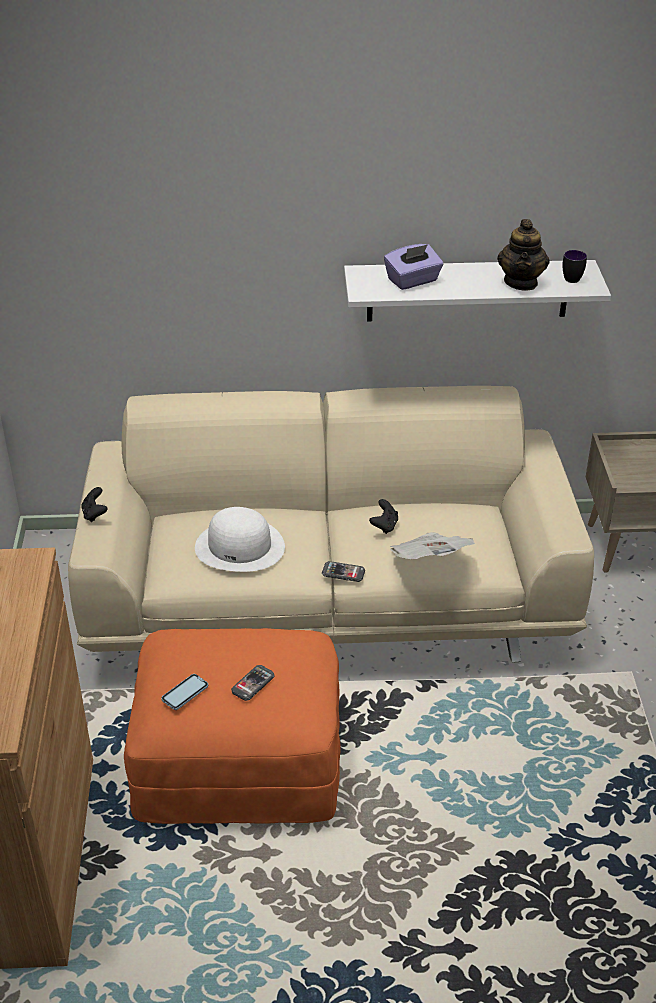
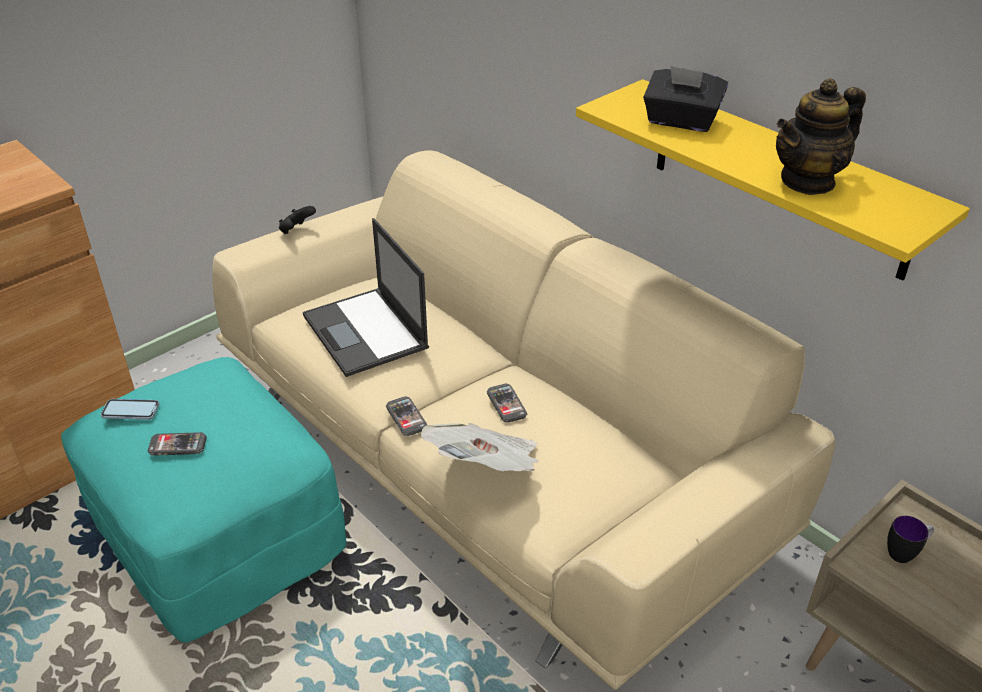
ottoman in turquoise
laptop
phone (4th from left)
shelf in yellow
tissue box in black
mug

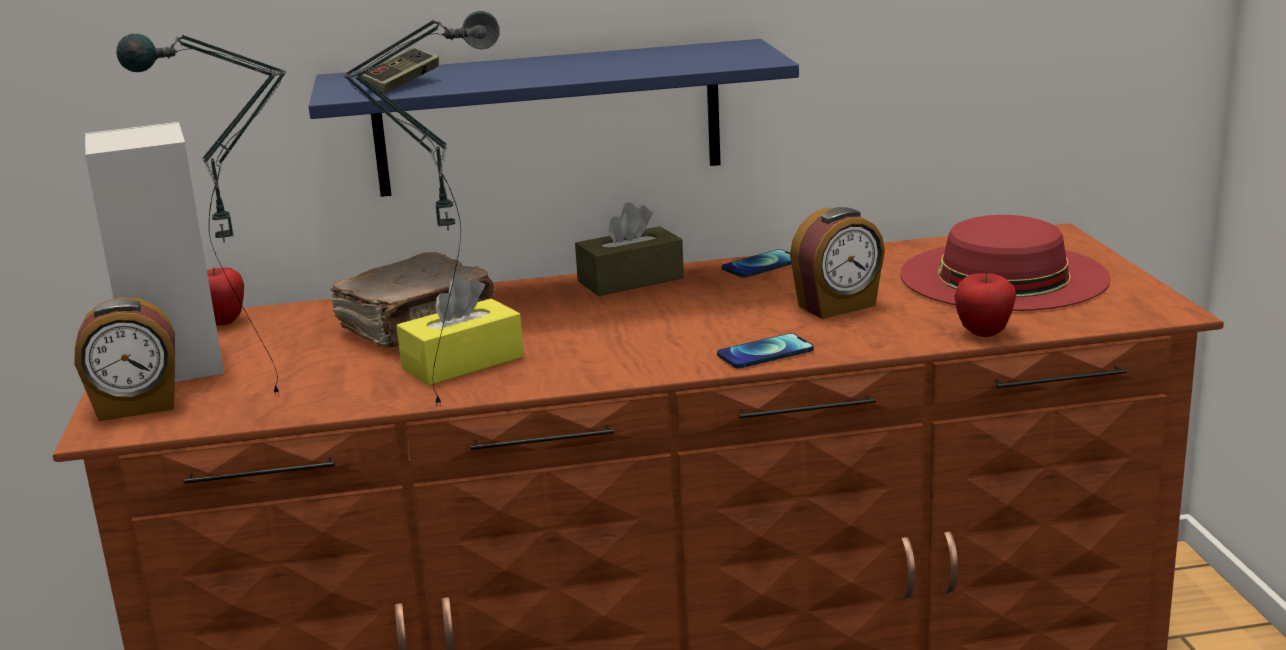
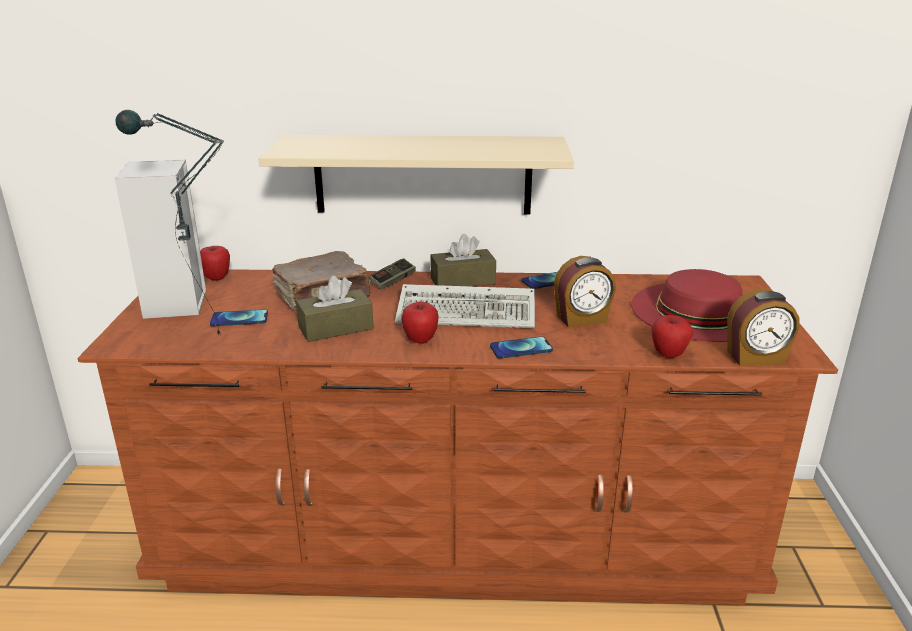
phone (1st from left)
shelf in beige
tissue box in brown (1st from left)
game controller
keyboard
apple (2nd from left)
alarm clock (2nd from left)
table lamp (2nd from left in the first image)

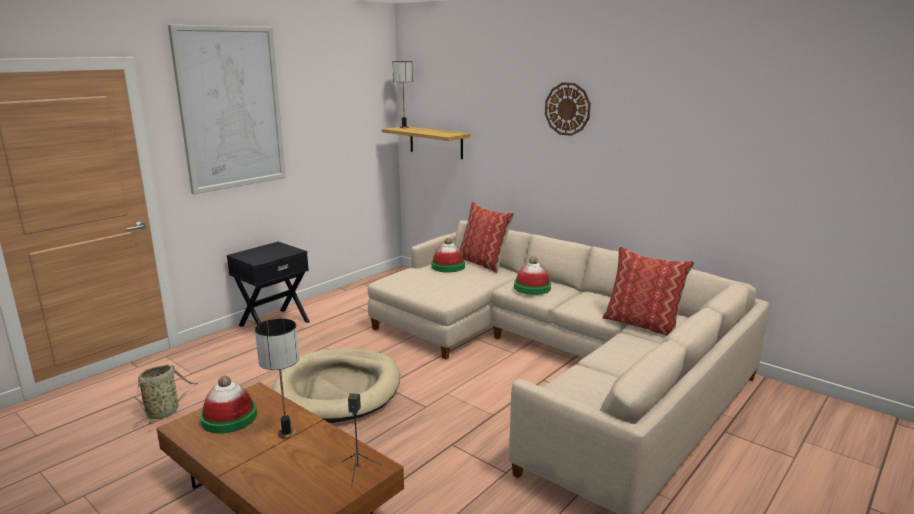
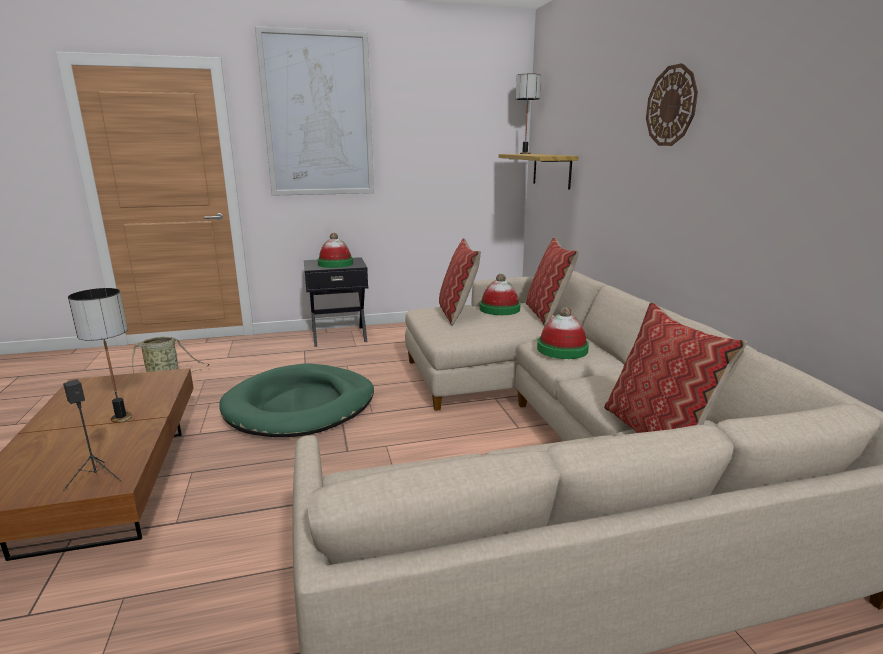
dog bed in green
hat (1st from left)
pillow (1st from left)

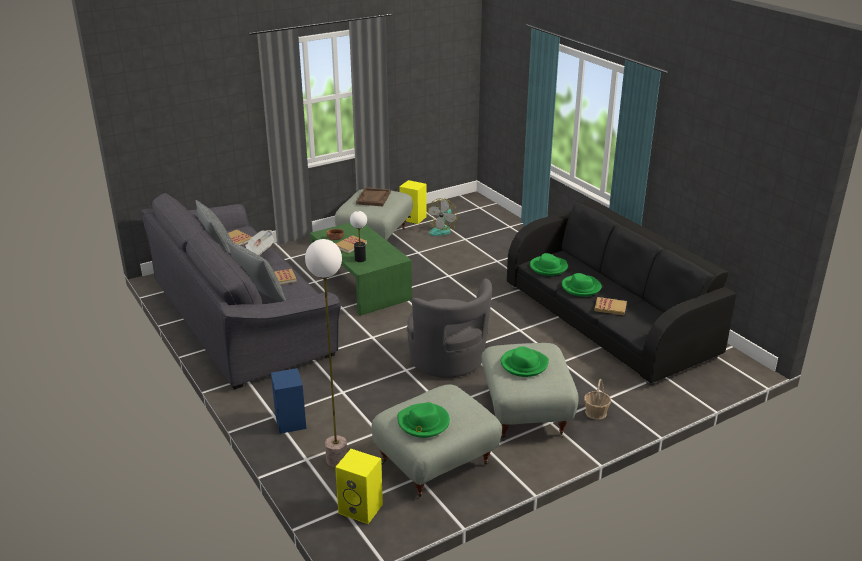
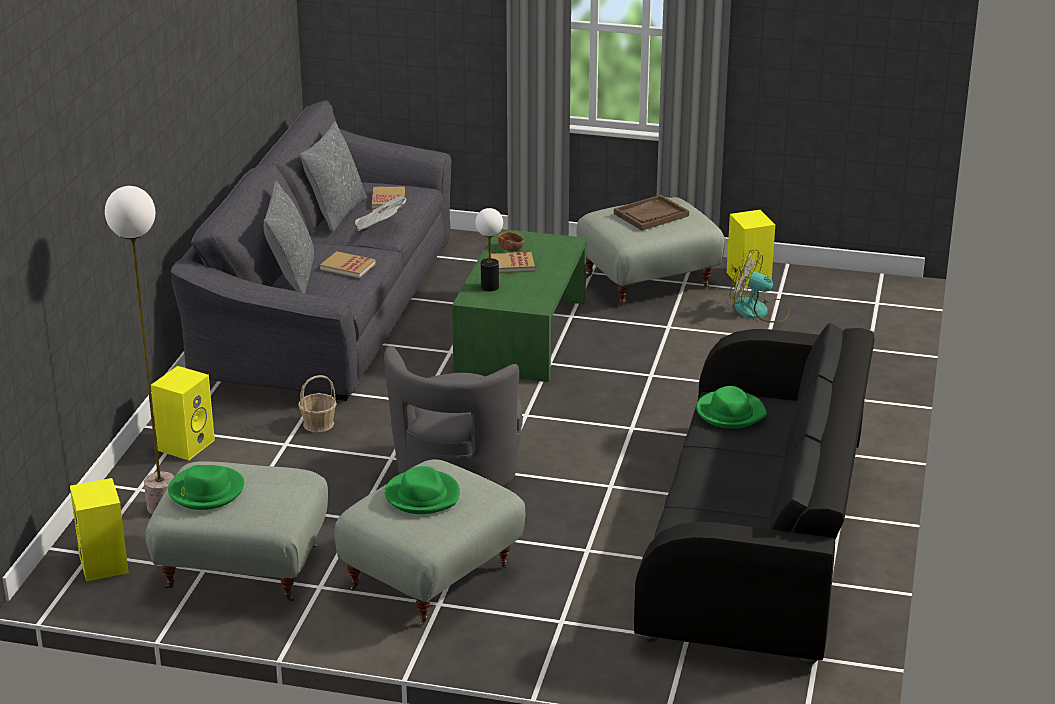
speaker in yellow (2nd from left)
basket
fan
hat in green (4th from left in the first image)
book (4th from left in the first image)

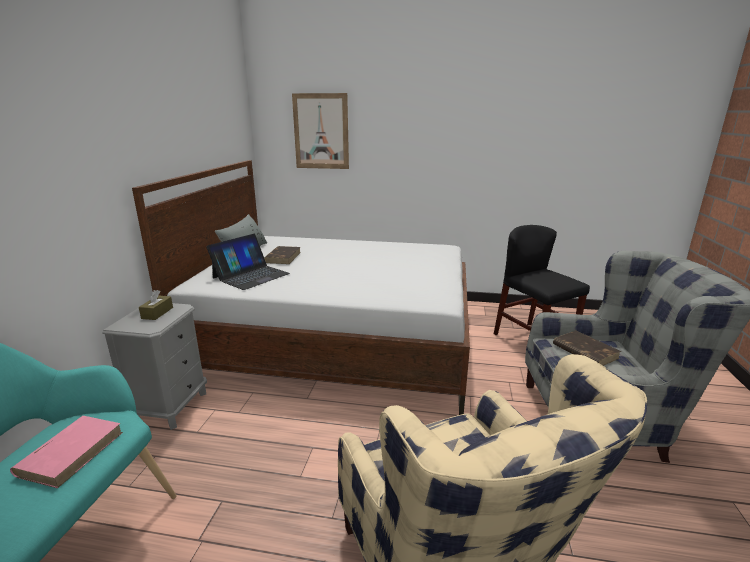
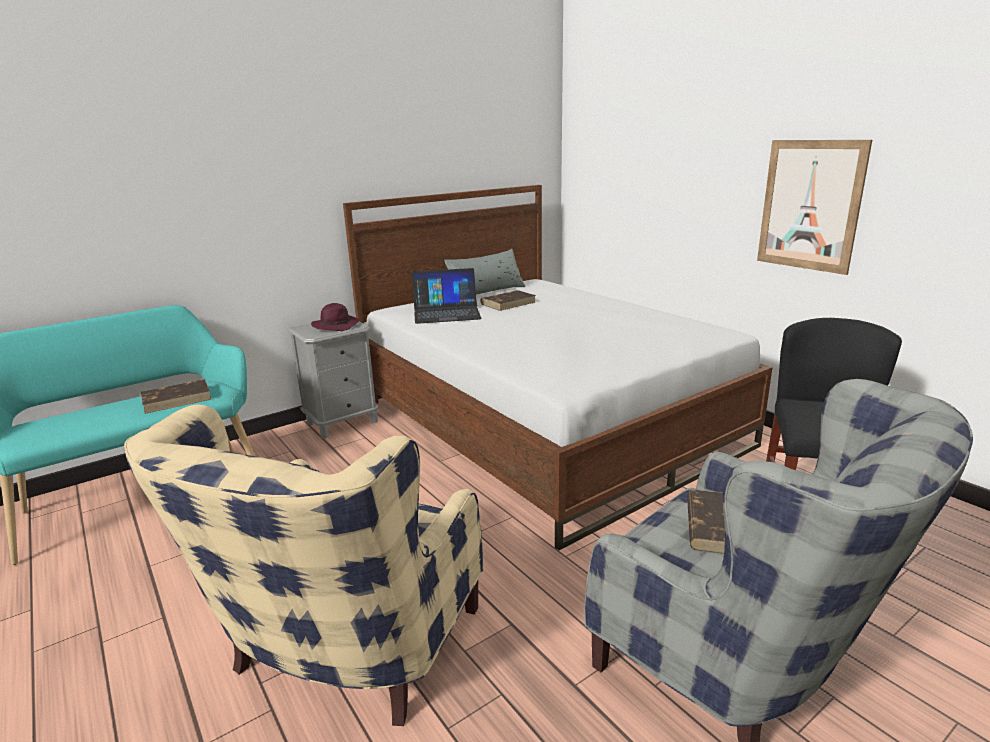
book in brown (1st from left)
hat in purple
picture

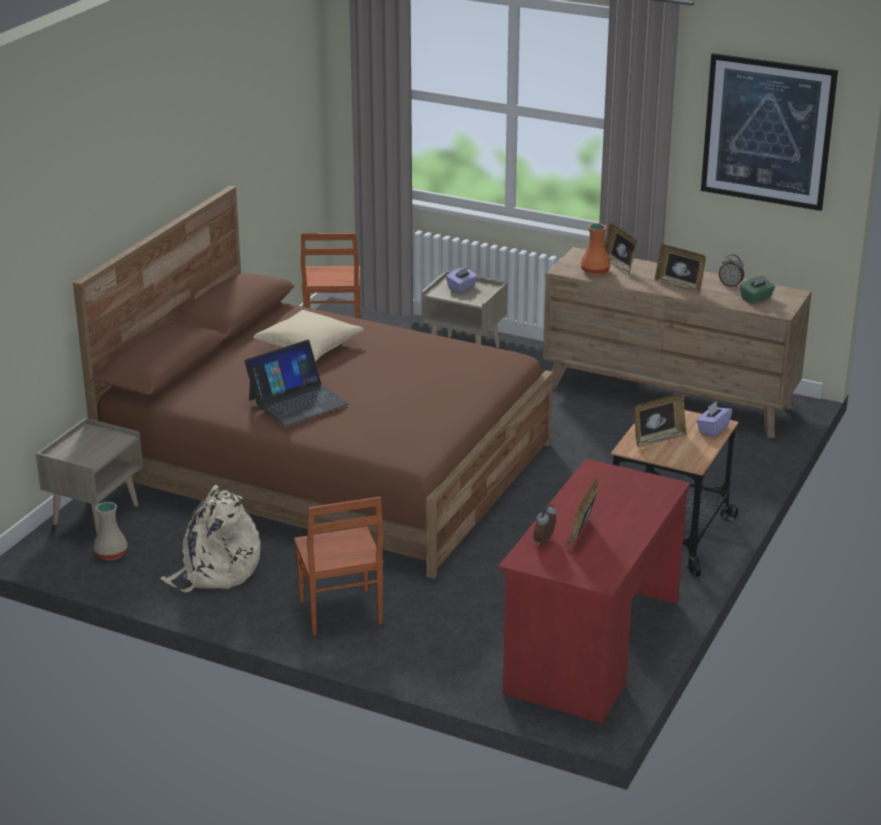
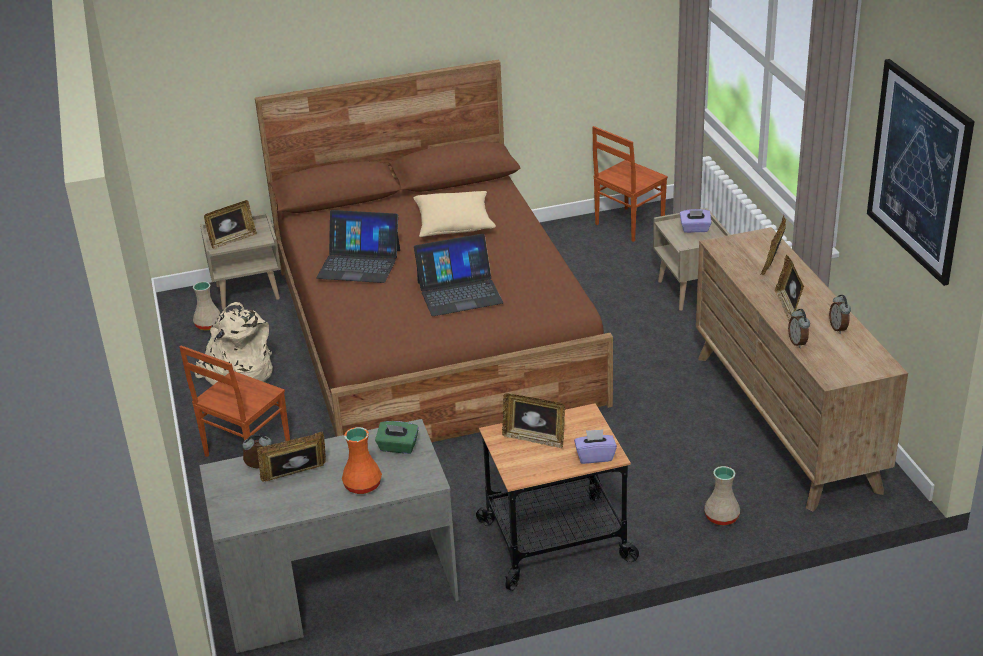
desk in grey
picture frame (1st from left)
vase in orange
tissue box in green
laptop (2nd from left)
vase in beige (2nd from left)
alarm clock (2nd from left)

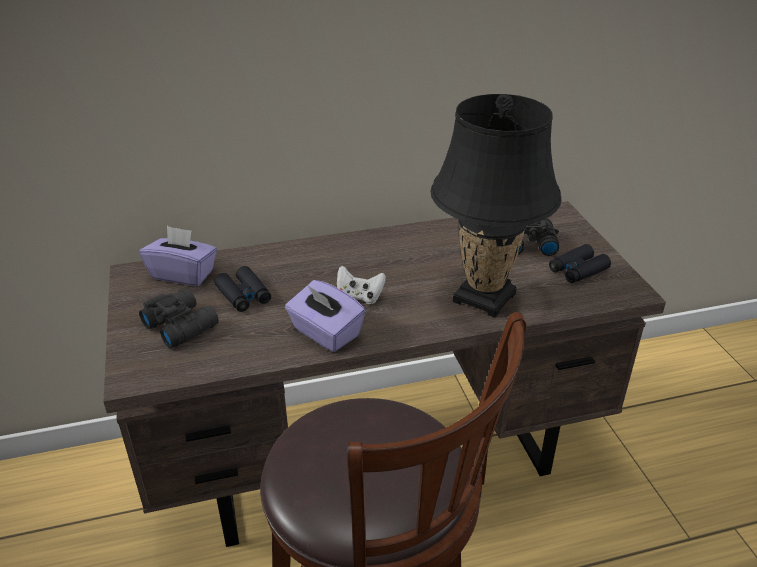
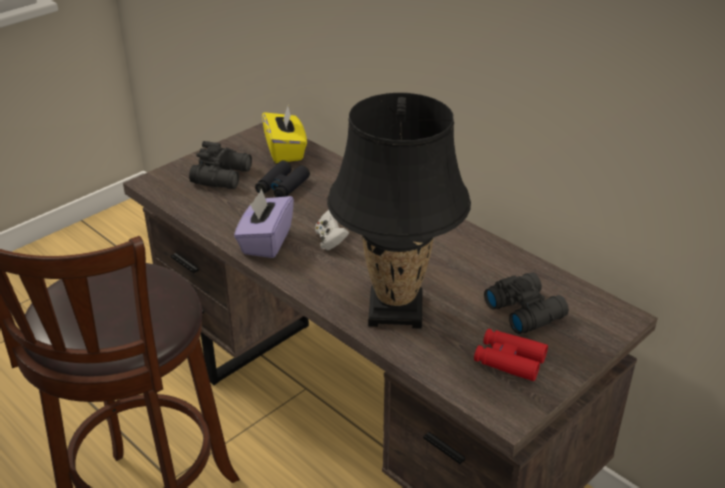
tissue box in yellow
binoculars in red

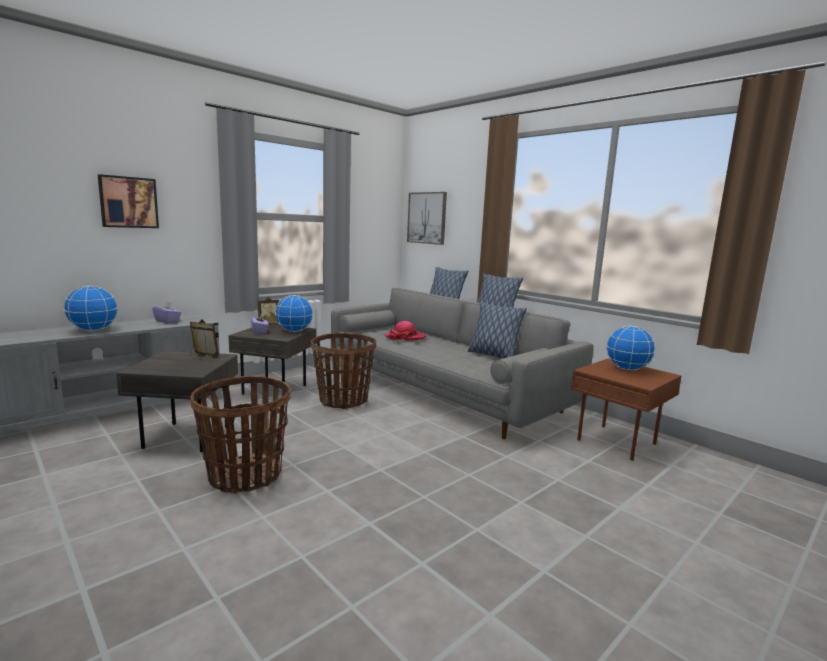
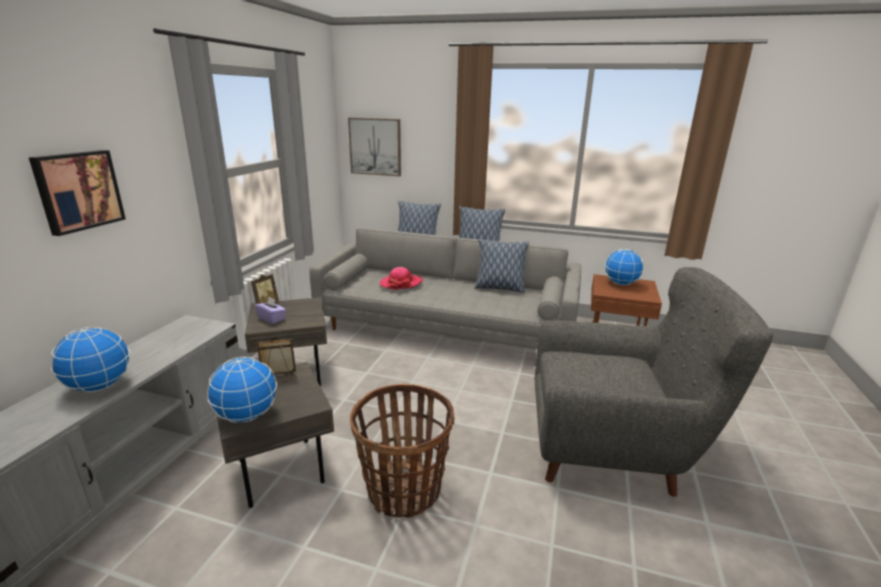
globe (2nd from left)
armchair in grey
tissue box in purple (1st from left in the first image)
basket (2nd from left in the first image)

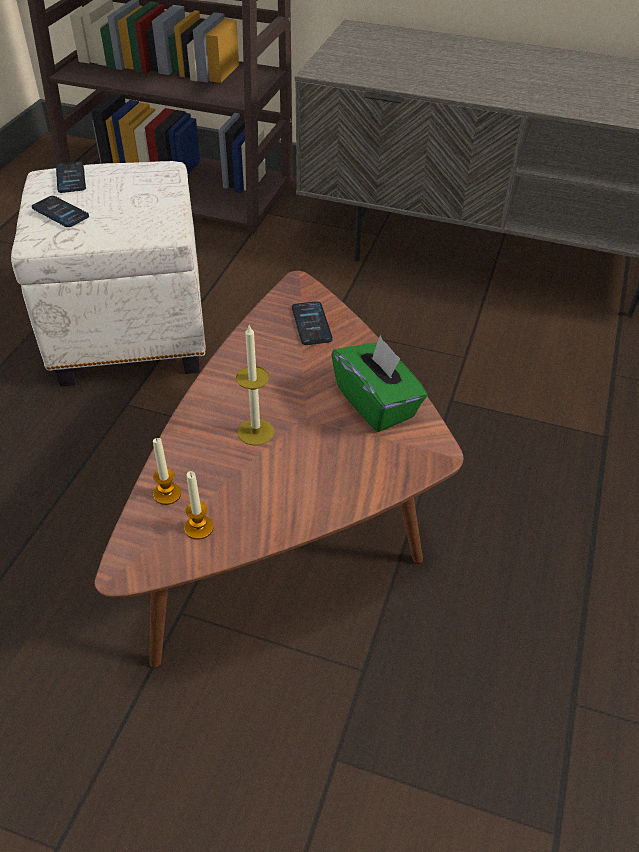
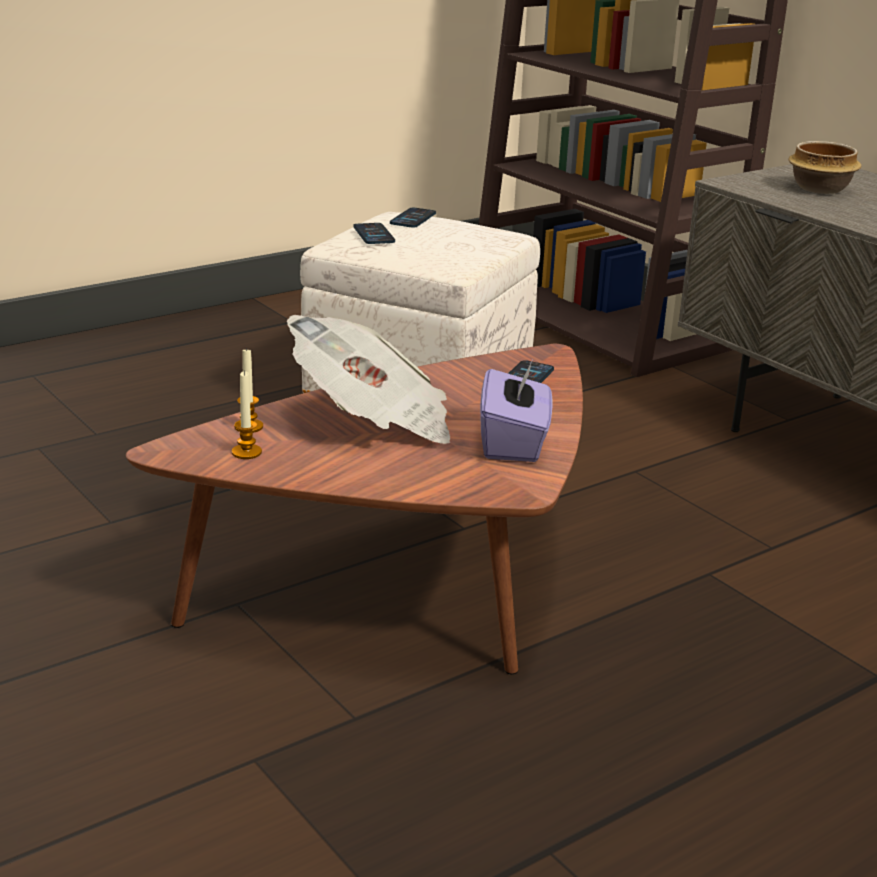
newspaper
tissue box in purple
bowl

